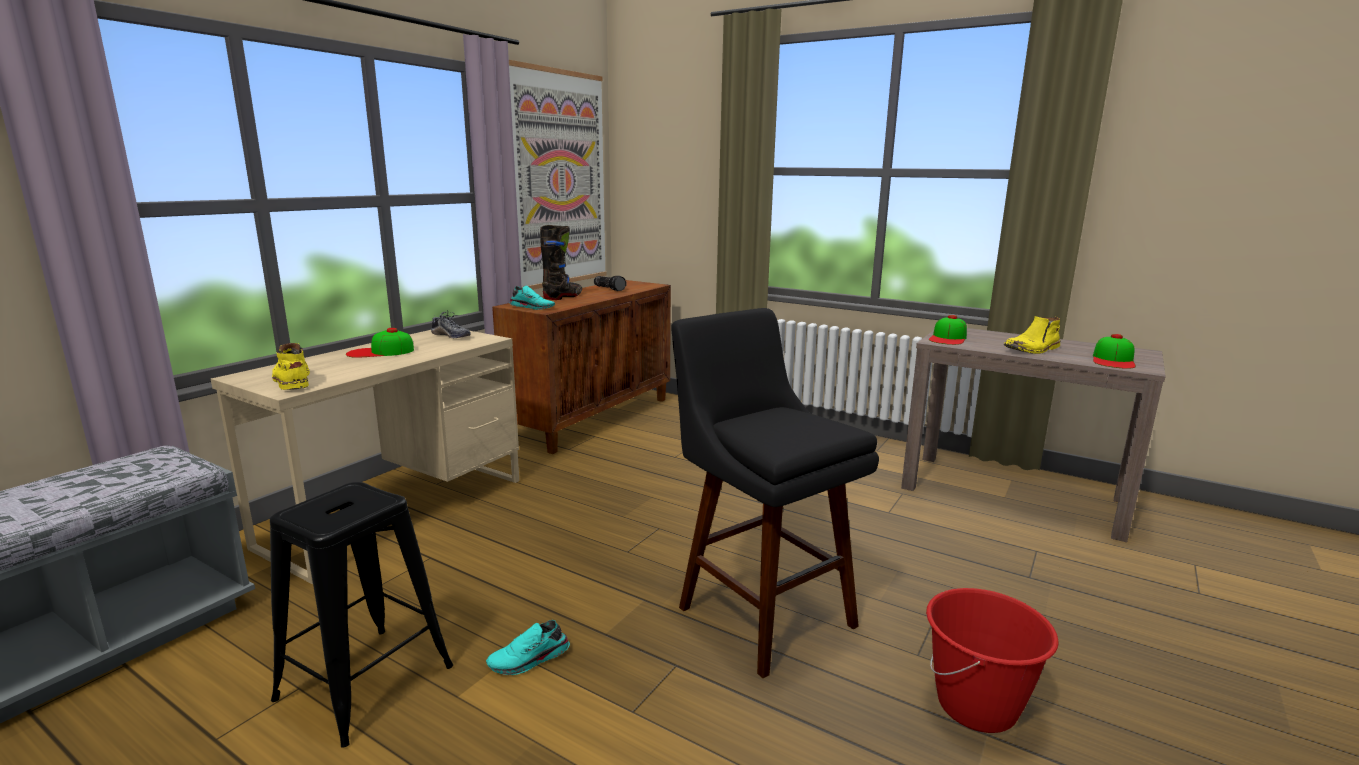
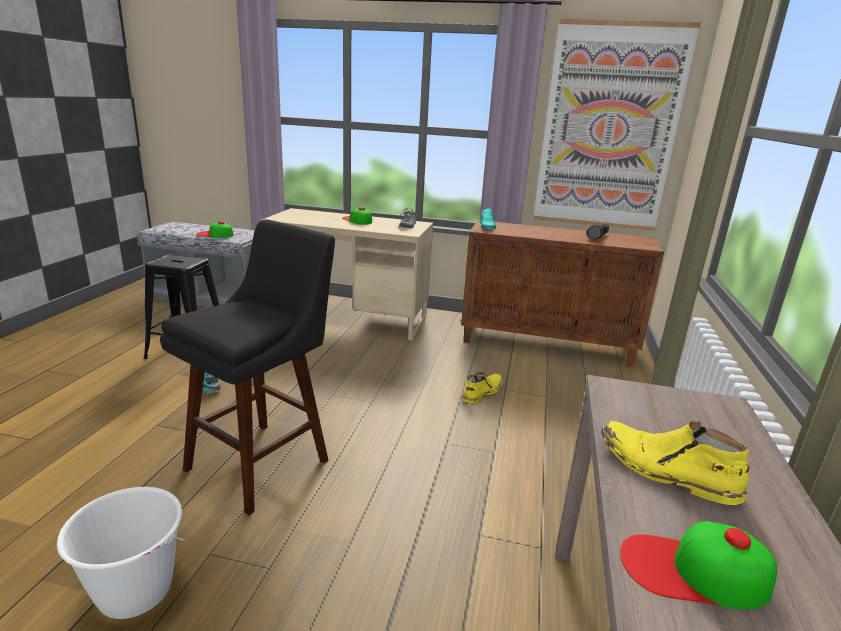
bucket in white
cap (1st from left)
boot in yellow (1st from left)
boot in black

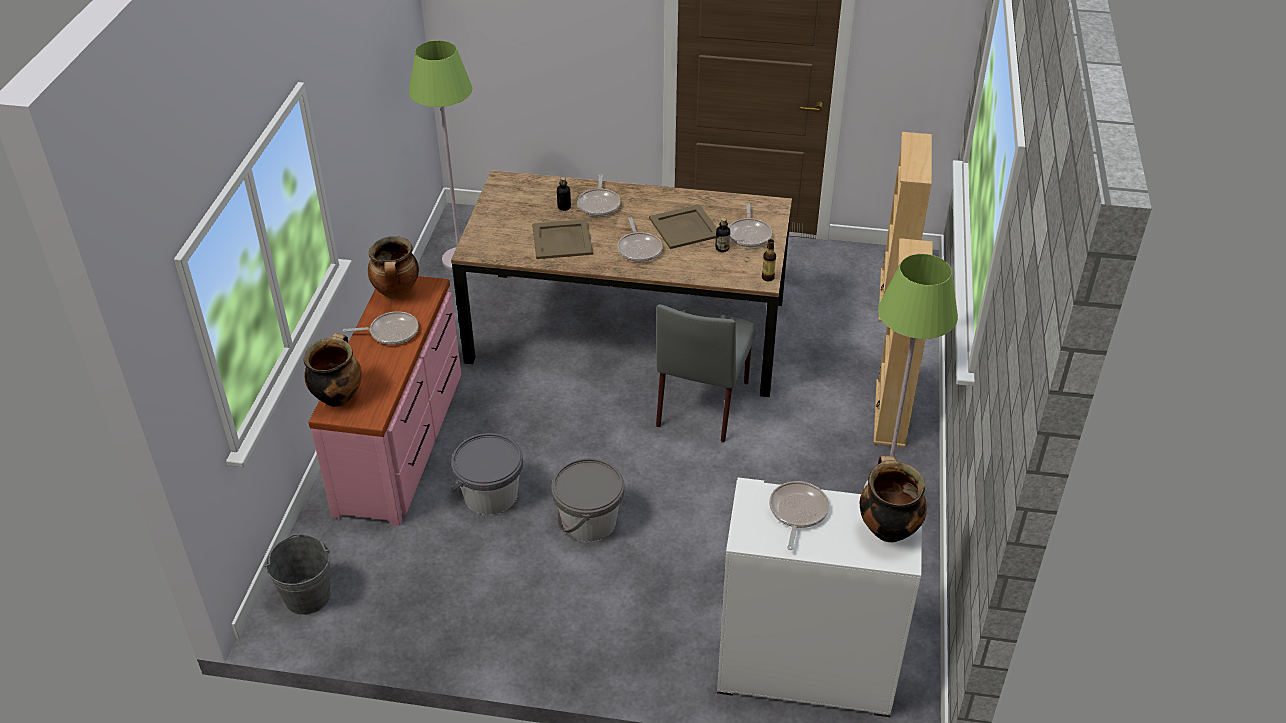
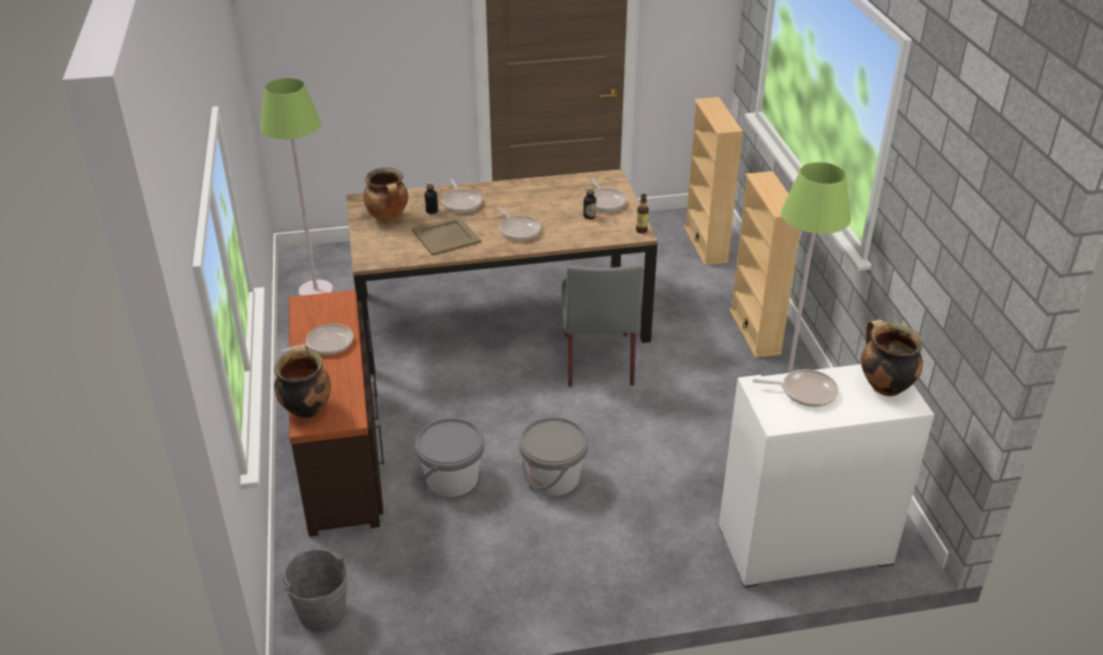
dresser in brown
cooking pot (2nd from left)
frying pan (5th from left)
tray in beige (2nd from left in the first image)

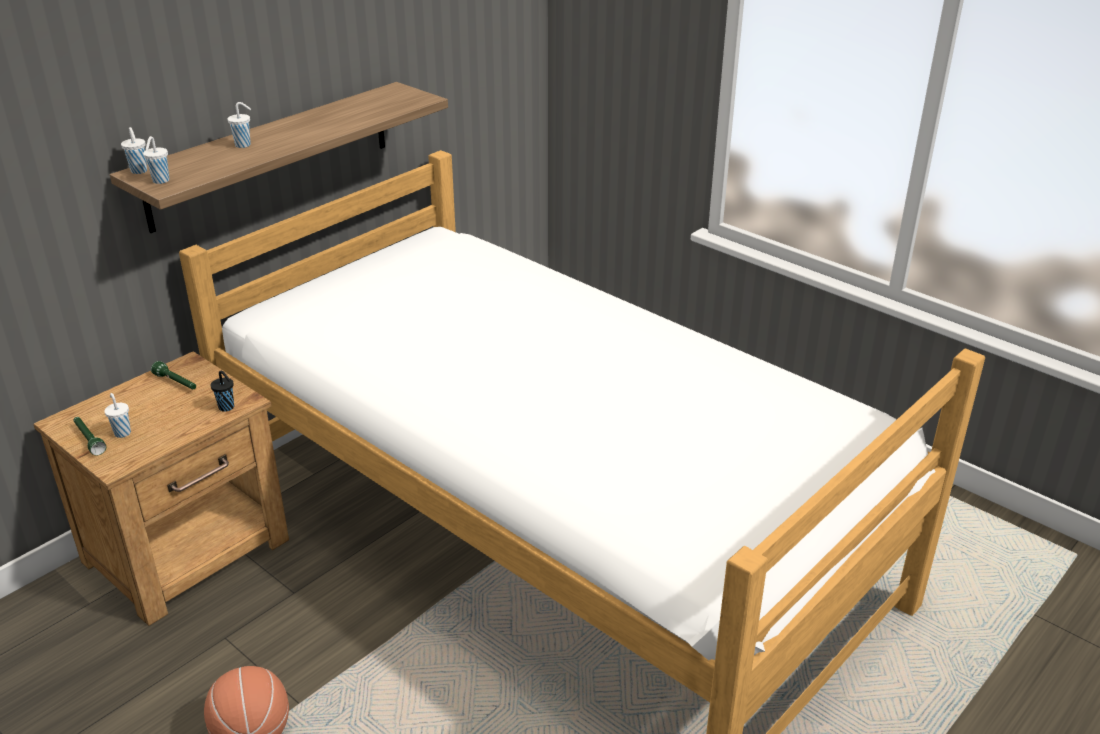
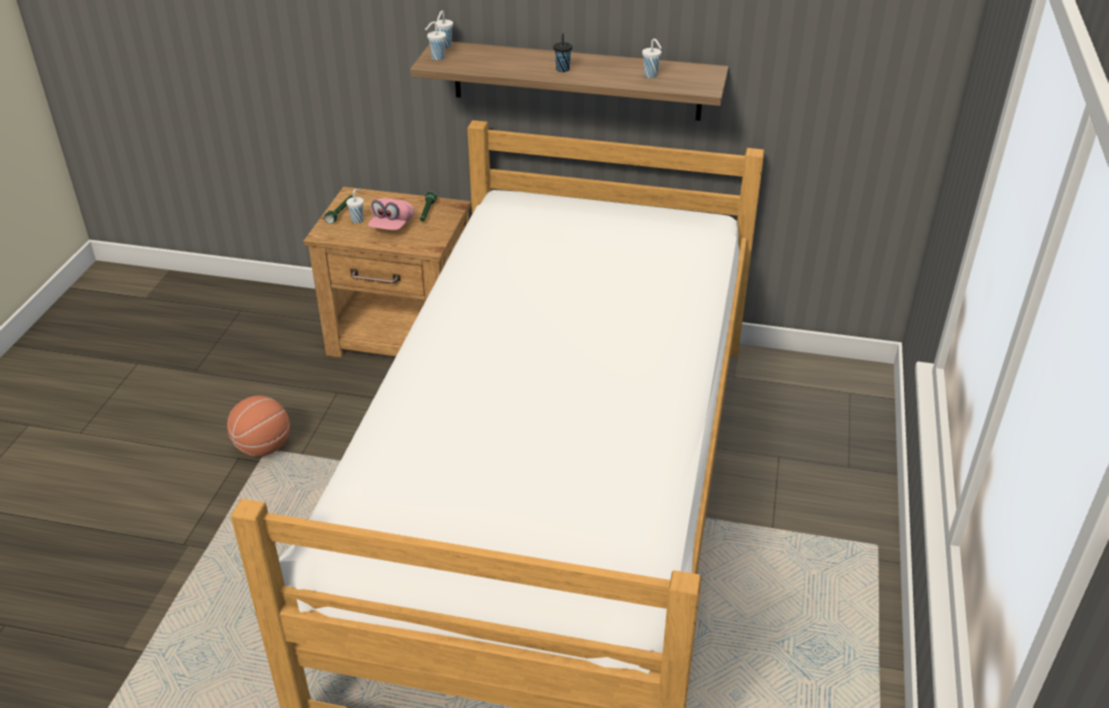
cap in pink
cup in black
cup in white (4th from left)

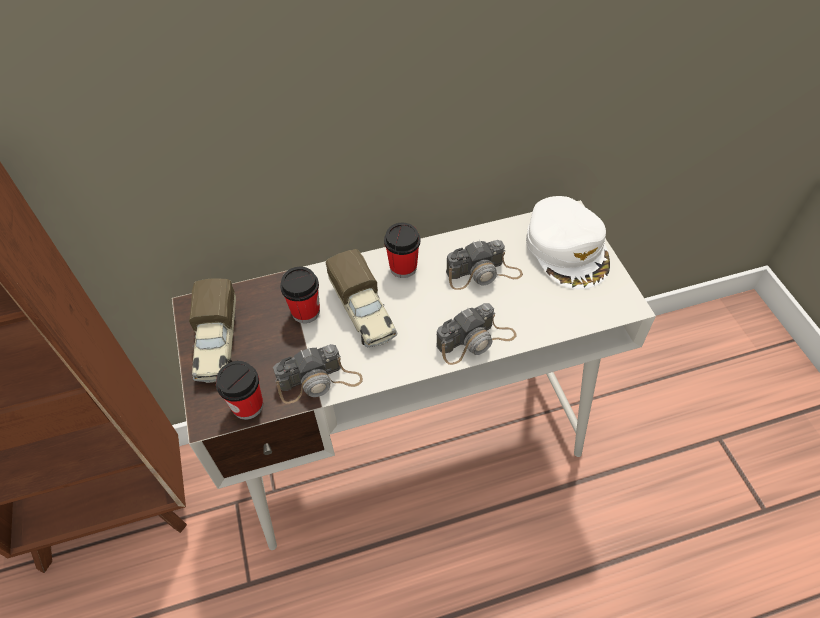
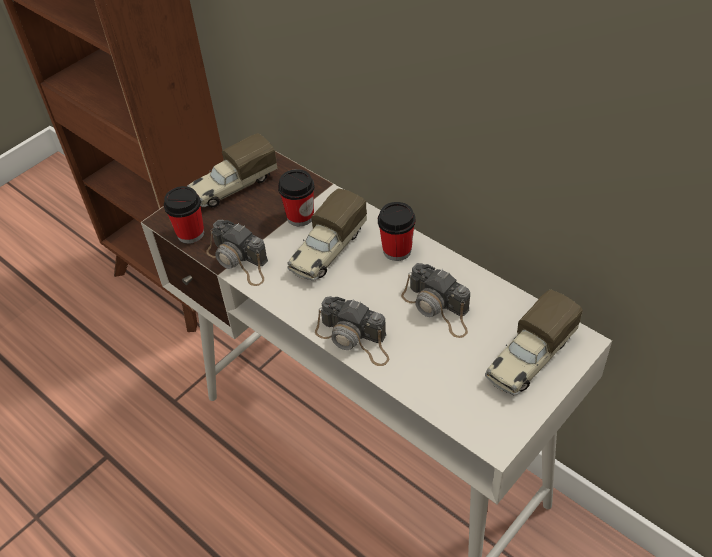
toy truck (3rd from left)

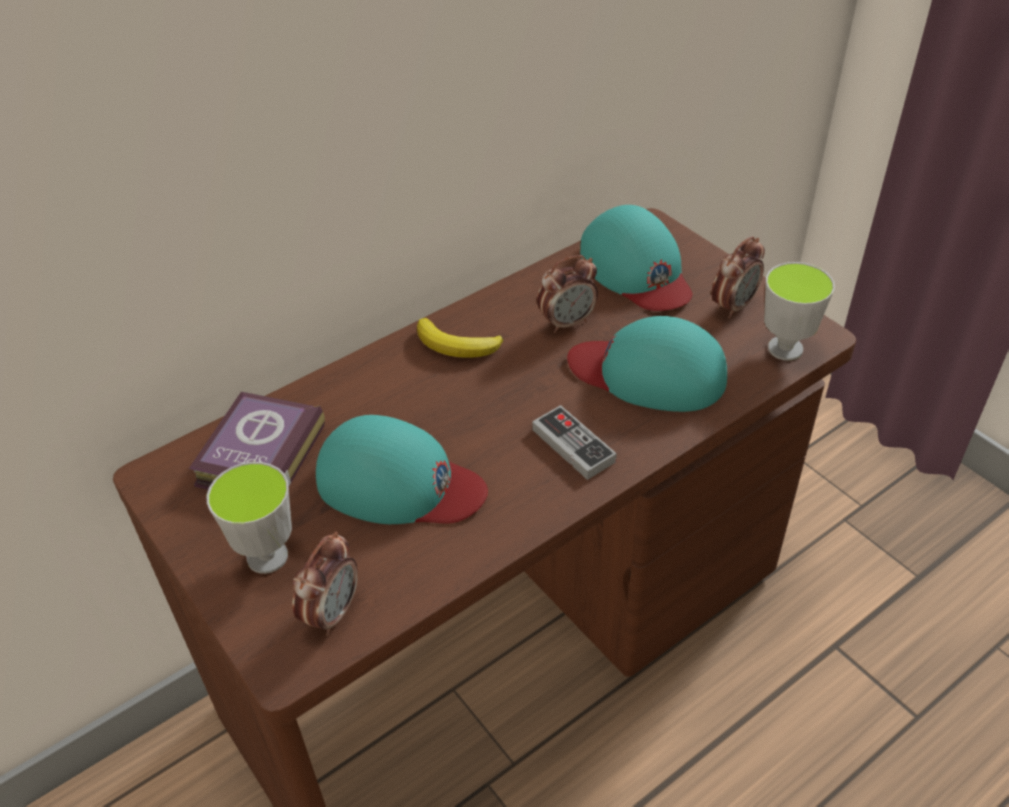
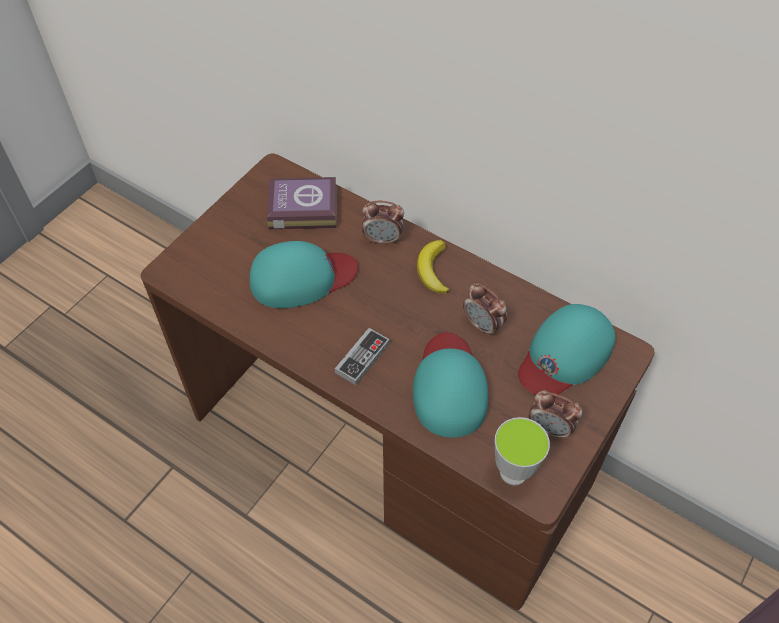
cap in turquoise (1st from left)
alarm clock (1st from left)
cup (1st from left in the first image)

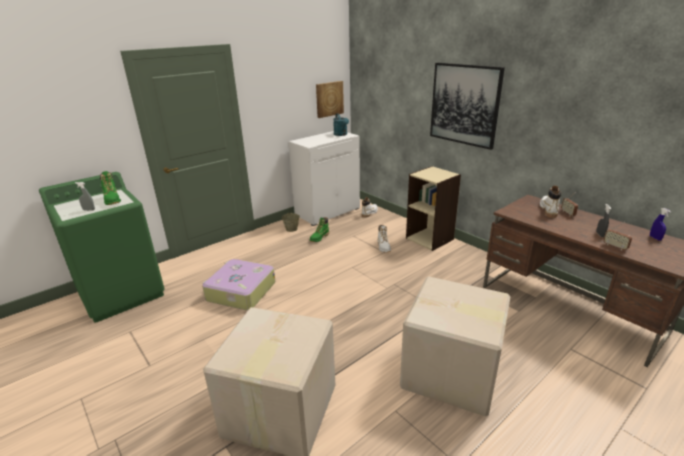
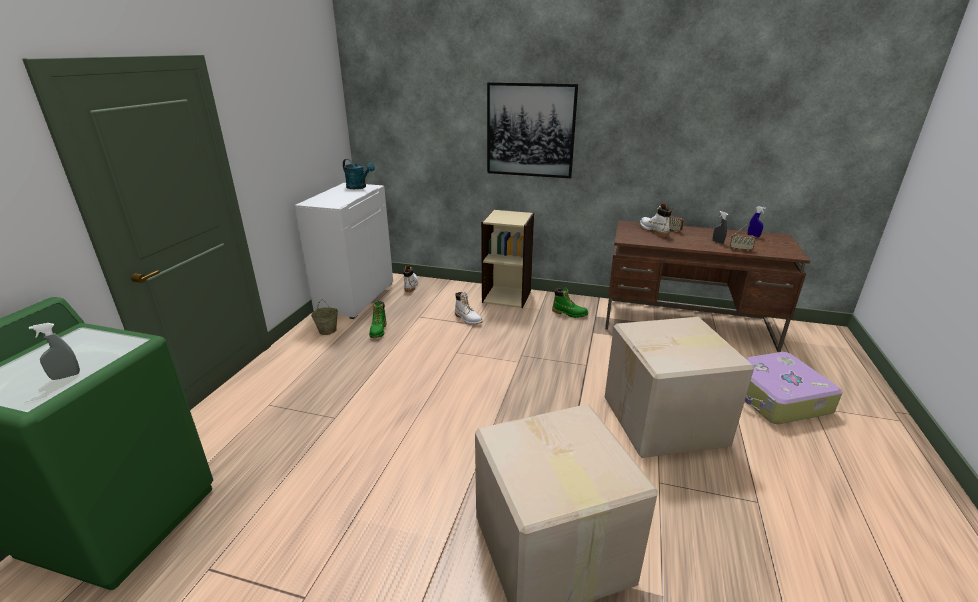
boot in green (2nd from left)
suitcase
picture (1st from left in the first image)

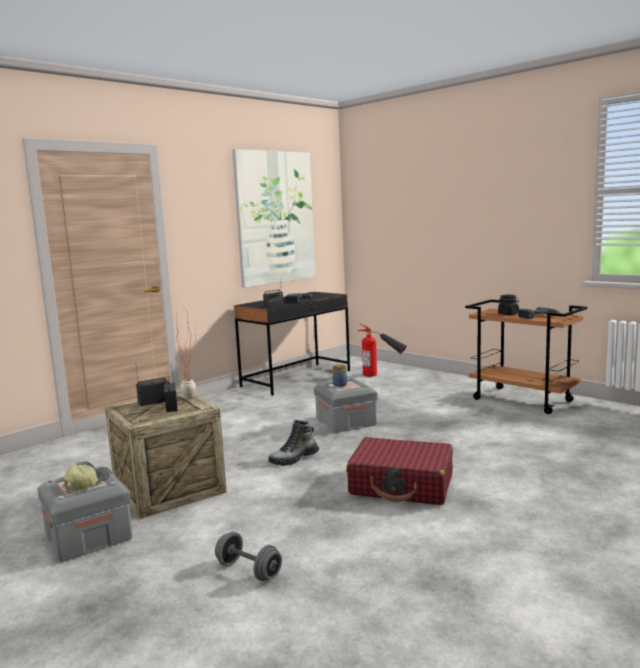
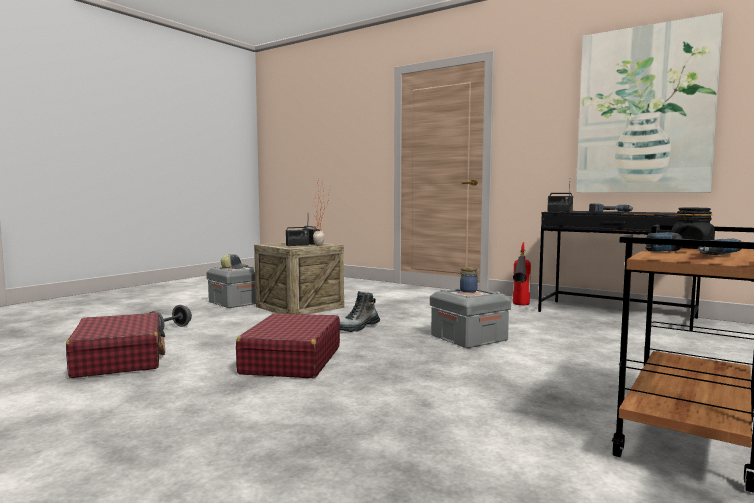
suitcase in red (1st from left)
boot
fire extinguisher

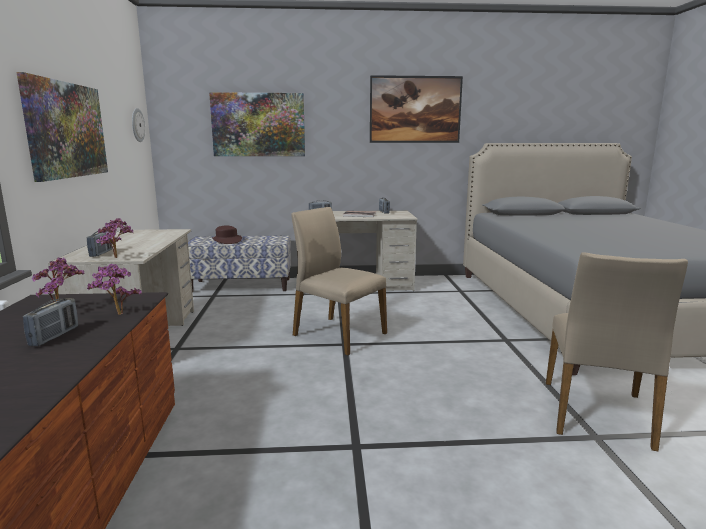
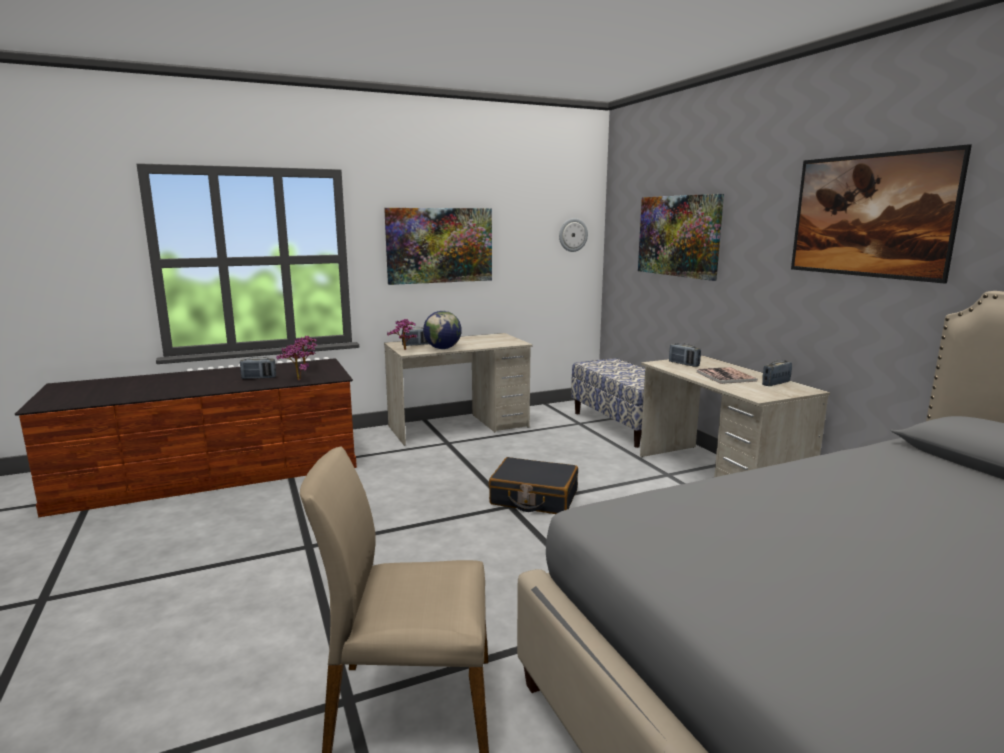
globe
suitcase in black
hat in brown

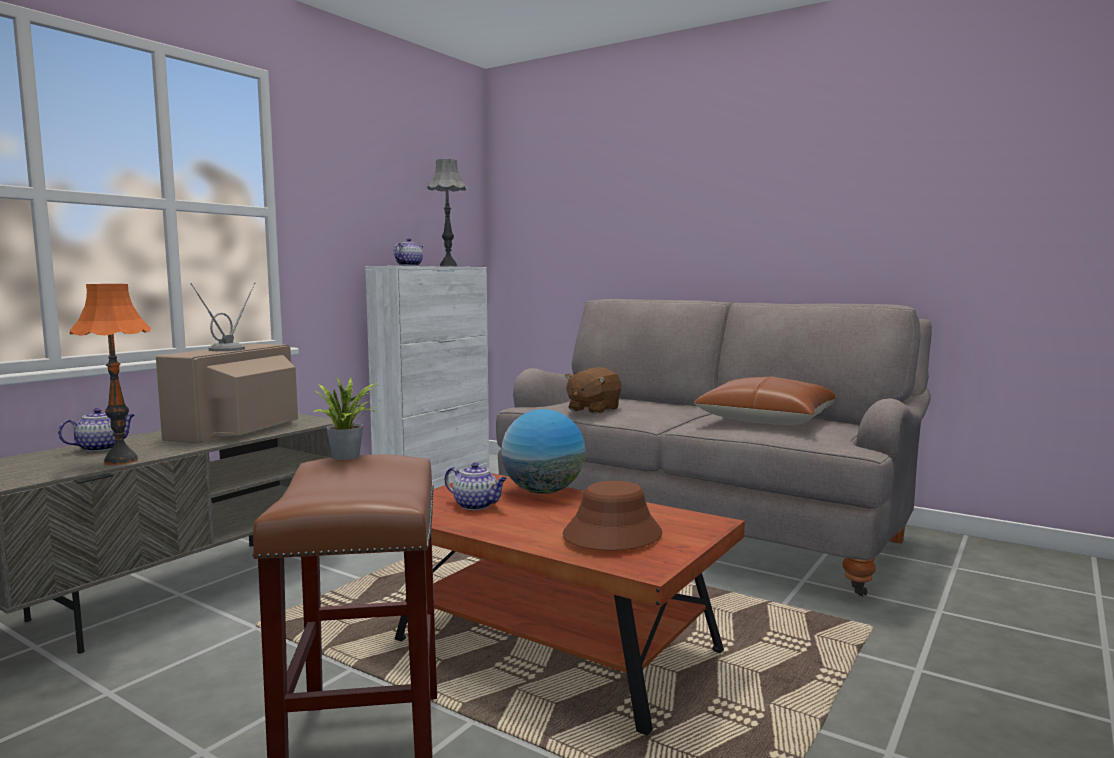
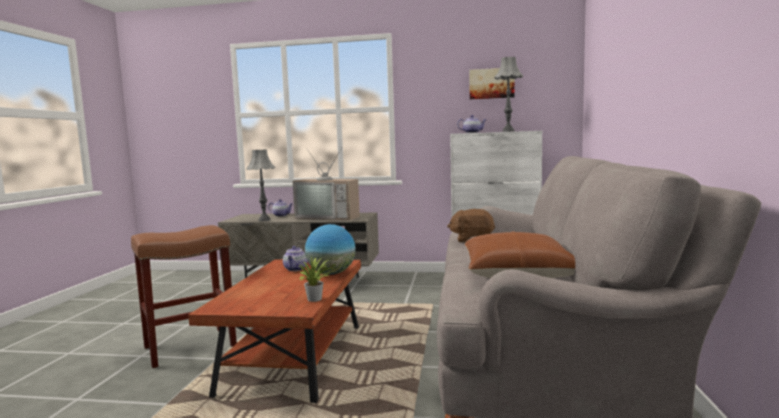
table lamp in grey (1st from left)
television
potted plant
picture
hat in brown

